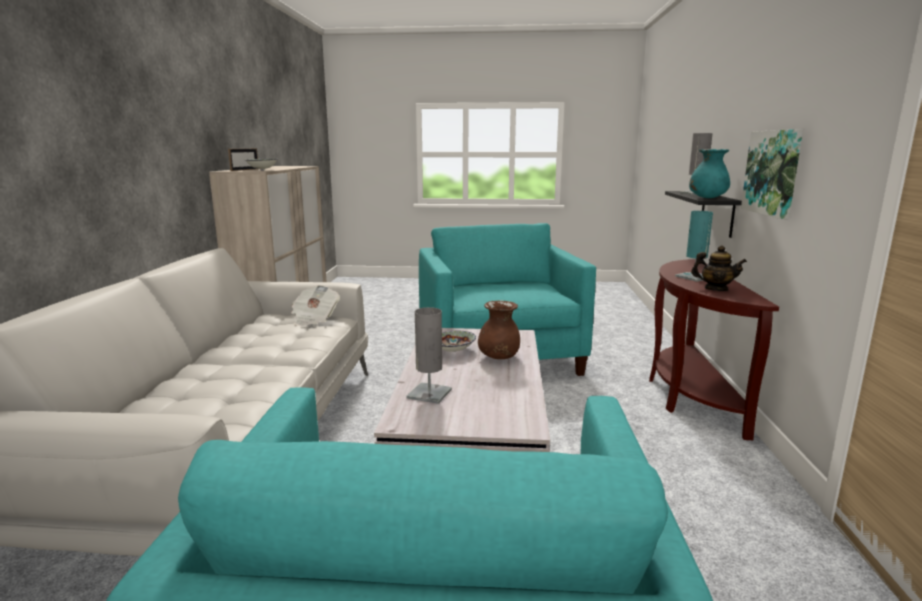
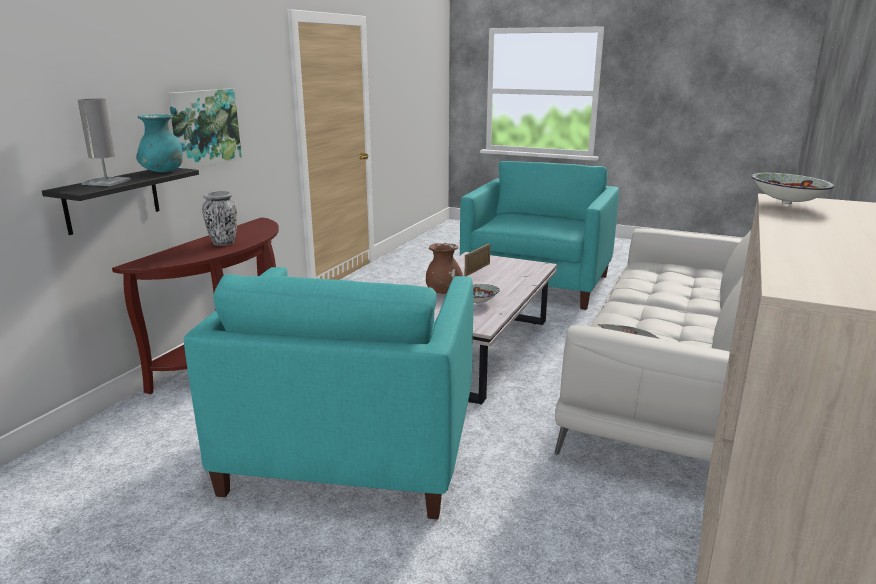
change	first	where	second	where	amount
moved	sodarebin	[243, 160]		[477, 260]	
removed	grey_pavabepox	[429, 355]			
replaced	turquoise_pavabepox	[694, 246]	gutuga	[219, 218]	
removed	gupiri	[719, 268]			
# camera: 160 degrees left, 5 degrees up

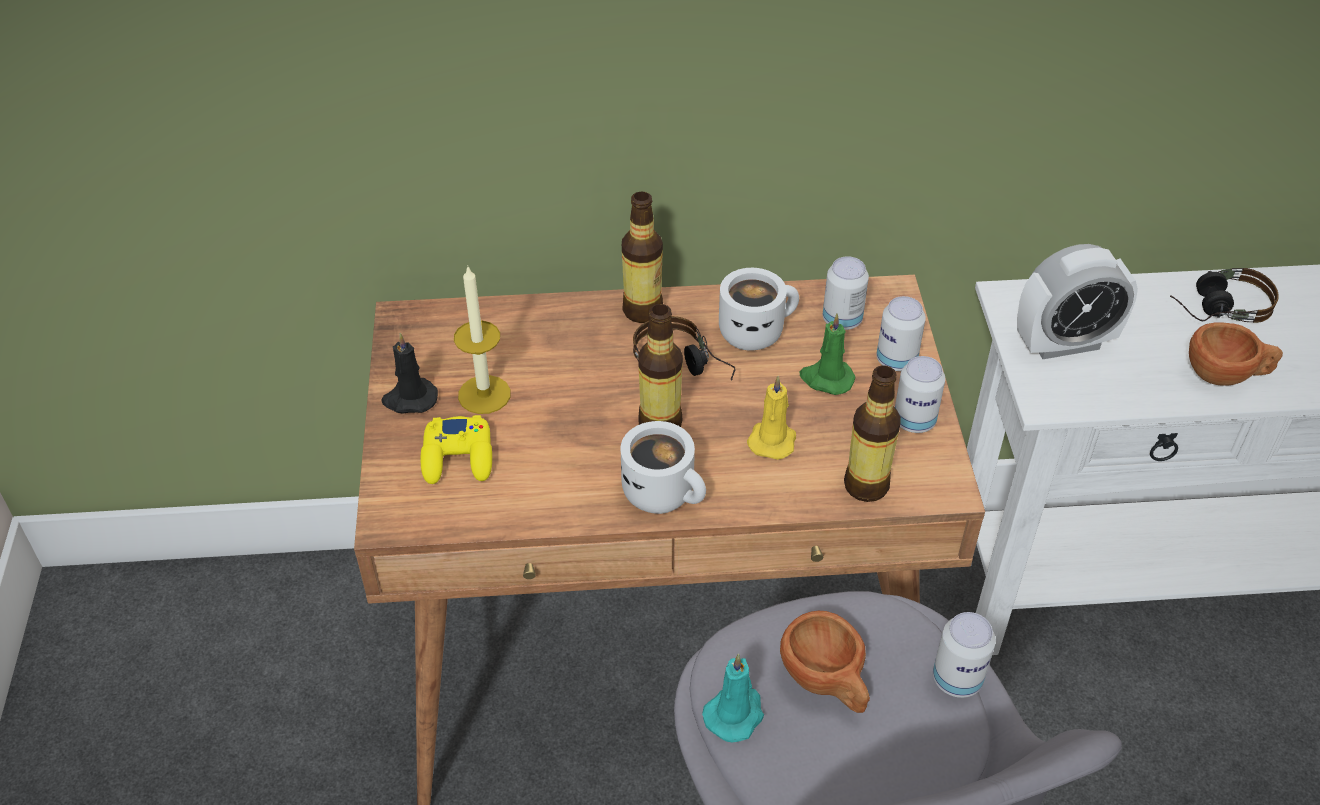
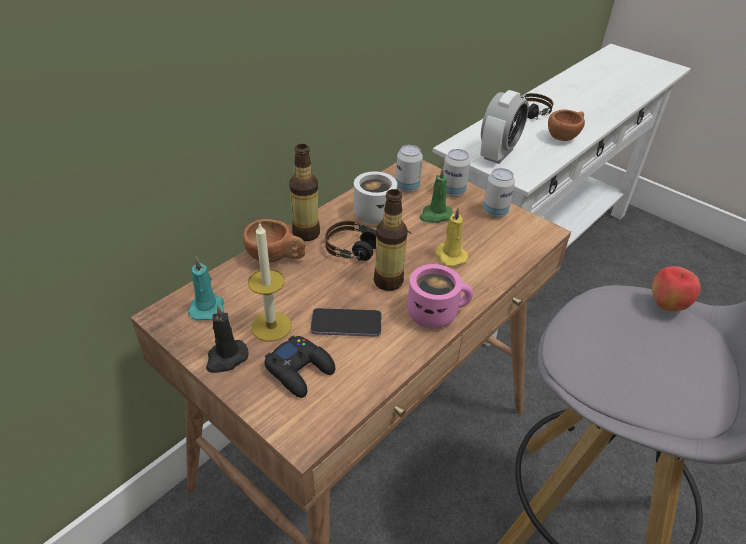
change	first	where	second	where	amount
recoloured	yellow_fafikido	[456, 449]	black_fafikido	[299, 367]	
recoloured	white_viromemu	[663, 467]	pink_viromemu	[440, 296]	
moved	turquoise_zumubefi	[733, 698]		[206, 289]	
moved	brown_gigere	[825, 662]		[274, 241]	
removed	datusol	[872, 433]			
replaced	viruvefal	[964, 655]	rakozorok	[676, 289]	
added			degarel	[346, 322]	
# camera: 45 degrees left, 5 degrees down

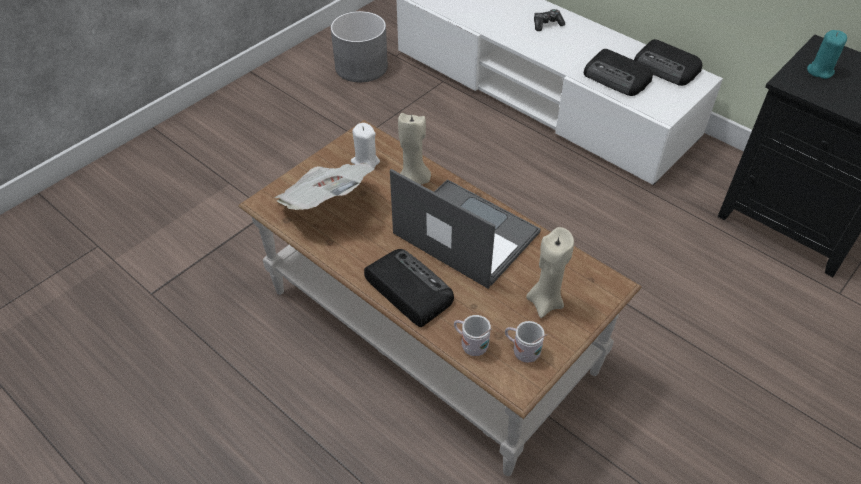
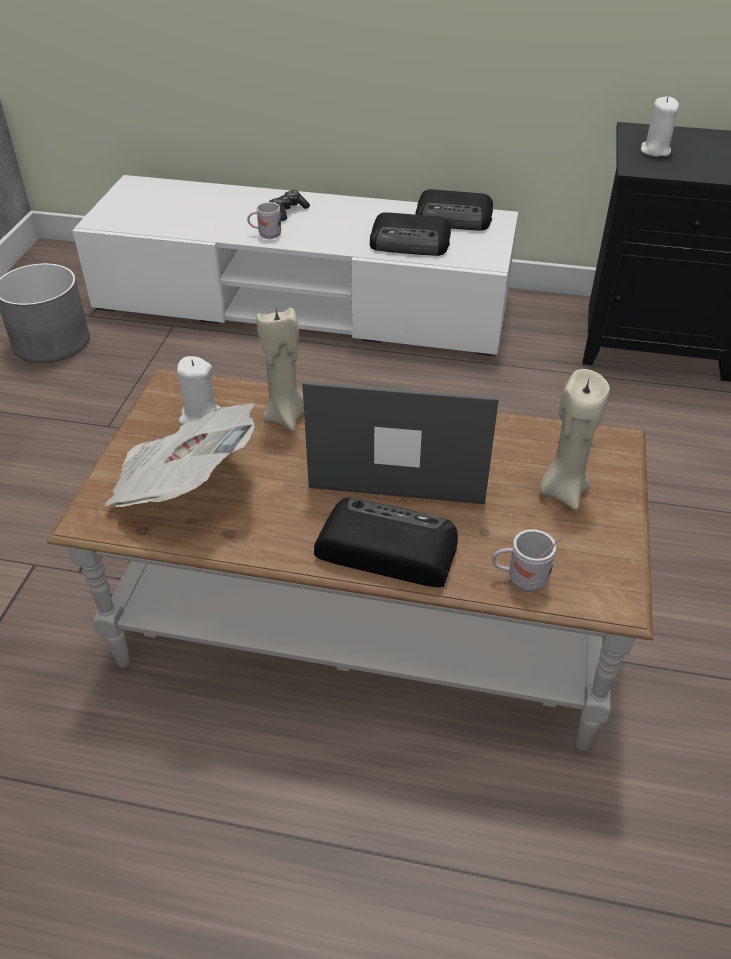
change	first	where	second	where	amount
moved	white_viromemu	[526, 342]		[264, 219]	
recoloured	turquoise_zumubefi	[827, 54]	white_zumubefi	[660, 127]	
# camera: 30 degrees left, 5 degrees down

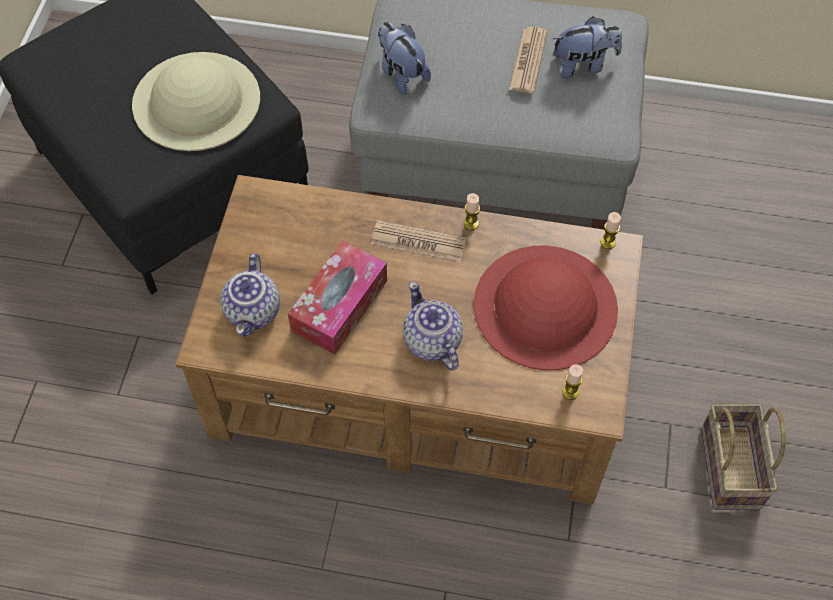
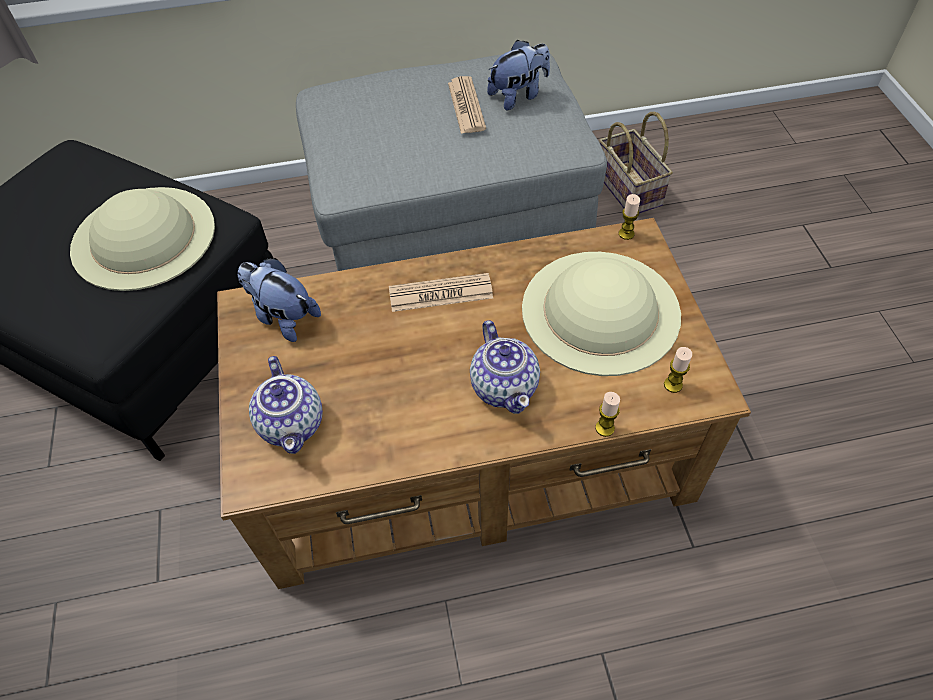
change	first	where	second	where	amount
removed	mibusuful	[337, 297]			
moved	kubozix	[404, 58]		[279, 300]	
turned	gupiri	[433, 326]		[505, 367]	150 degrees counterclockwise
moved	zumubefi	[472, 211]		[607, 414]	
recoloured	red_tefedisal	[546, 308]	beige_tefedisal	[601, 314]	
moved	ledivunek	[743, 456]		[636, 162]	
# camera: 20 degrees left, 5 degrees down

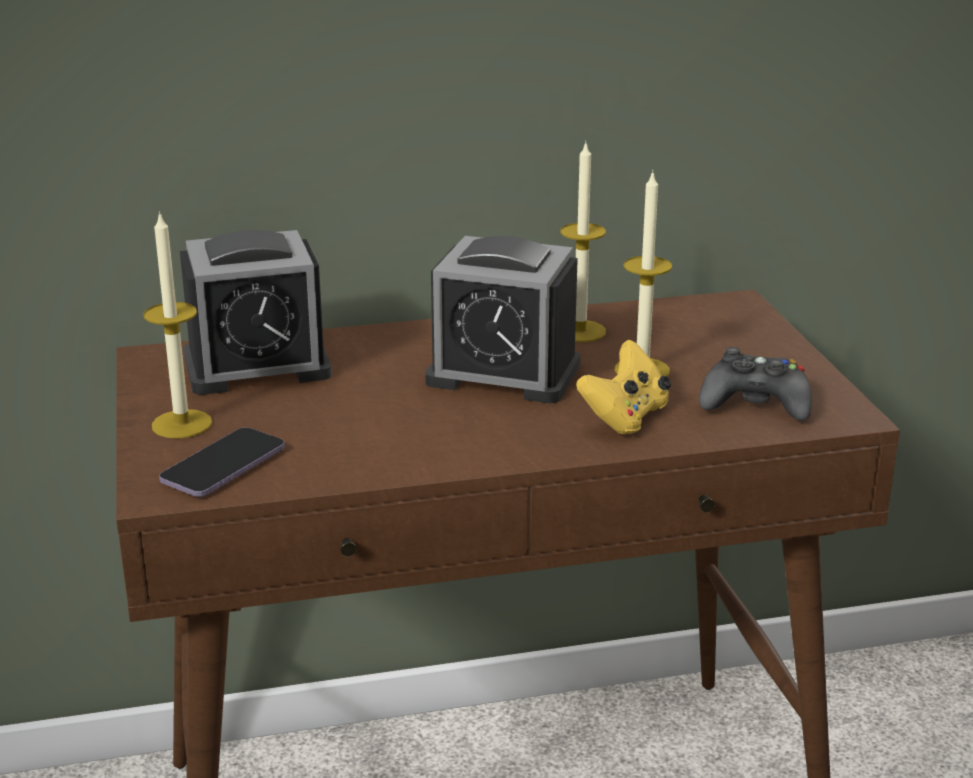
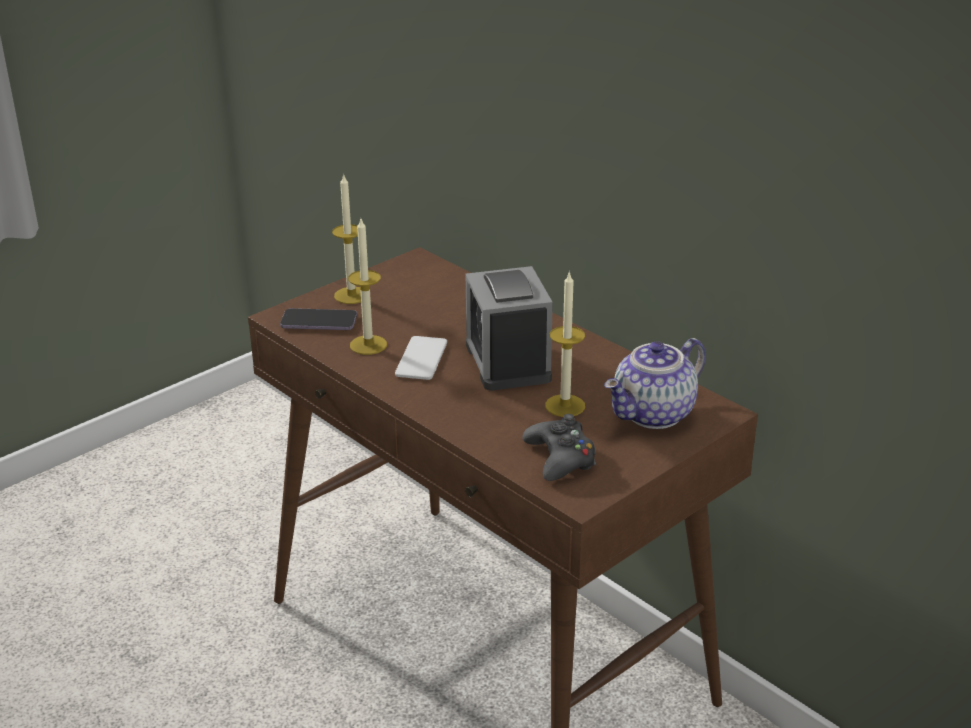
change	first	where	second	where	amount
removed	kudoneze	[256, 312]			
moved	zumubefi	[583, 242]		[367, 287]	
removed	yellow_fafikido	[623, 387]			
added			degarel	[421, 358]	
added			gupiri	[655, 383]	
# camera: 60 degrees right, 5 degrees up

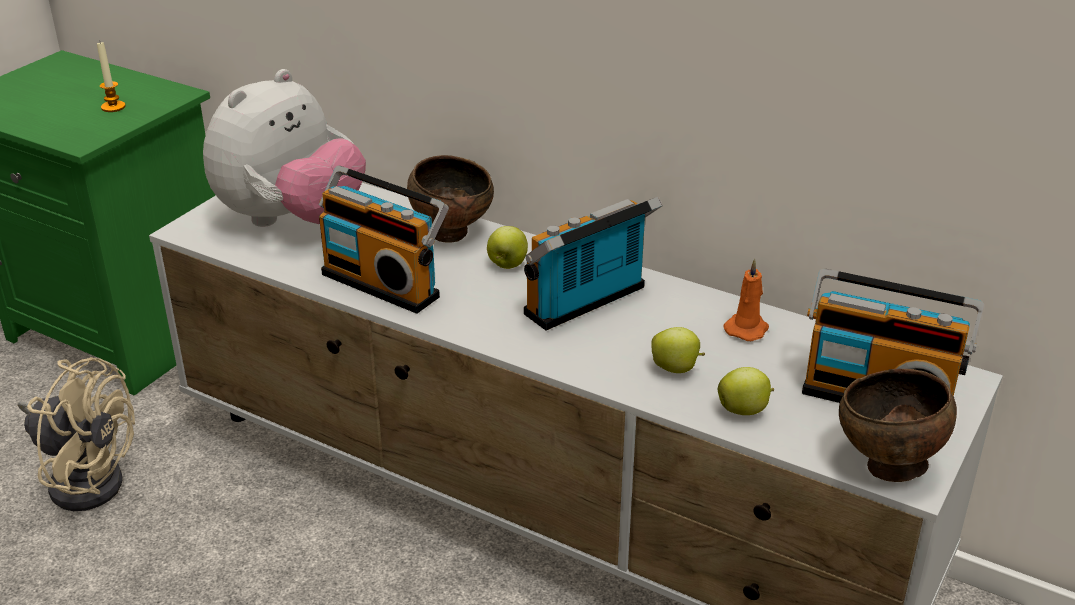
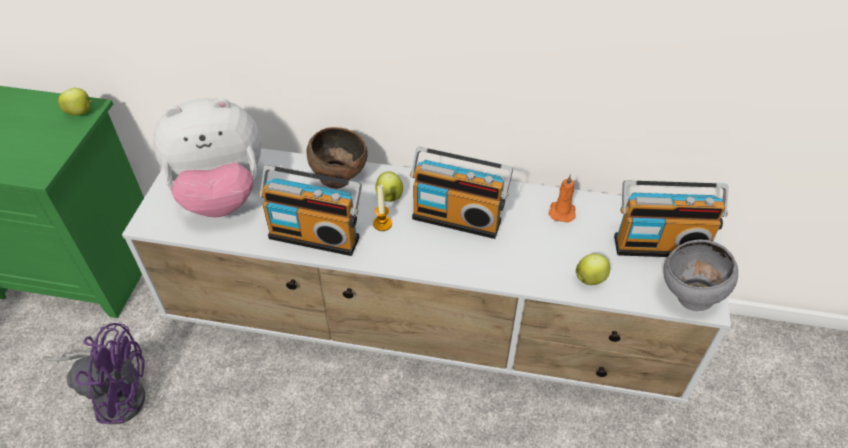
change	first	where	second	where	amount
recoloured	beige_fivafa	[76, 434]	purple_fivafa	[94, 373]	
moved	zumubefi	[111, 77]		[382, 207]	
turned	kubozix	[284, 148]		[207, 157]	60 degrees clockwise
turned	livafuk	[593, 264]		[461, 193]	105 degrees counterclockwise
moved	rakozorok	[678, 350]		[75, 101]	
recoloured	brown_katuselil	[898, 425]	grey_katuselil	[700, 275]	
# camera: 20 degrees left, 15 degrees up

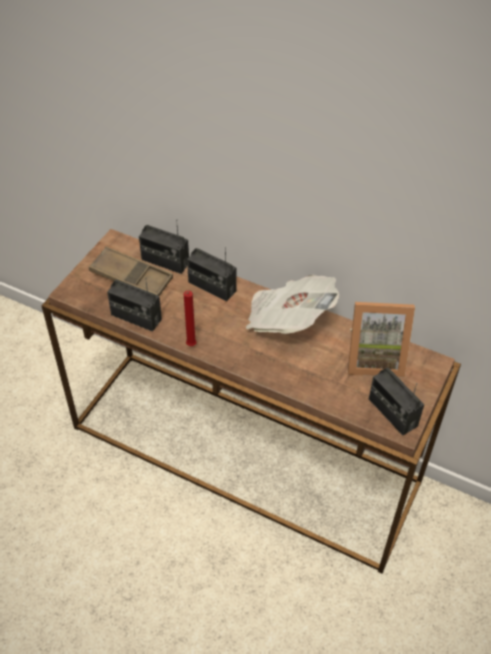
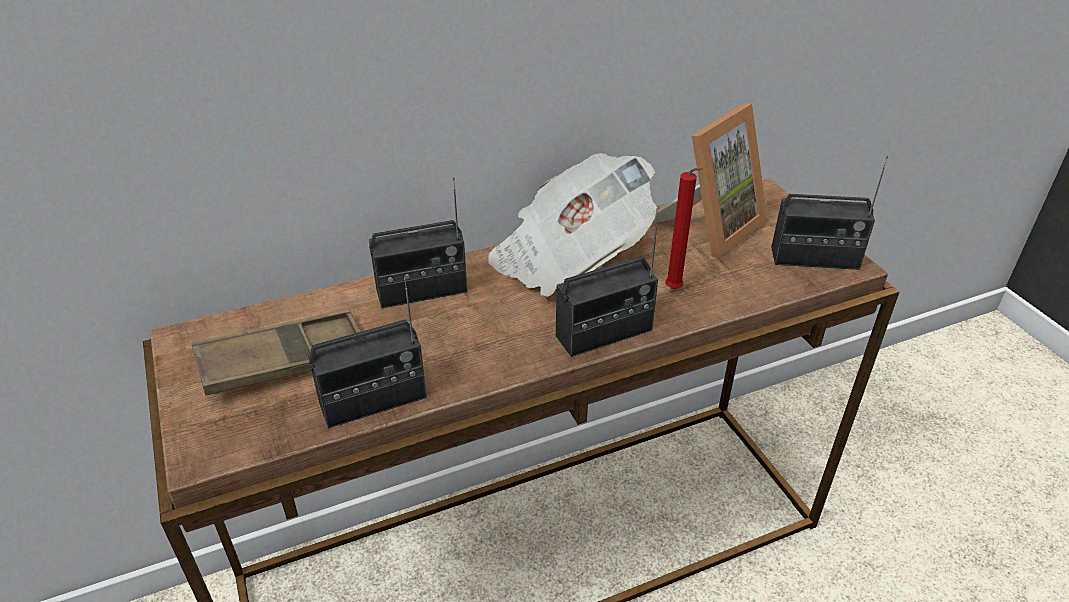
change	first	where	second	where	amount
moved	livafuk	[164, 246]		[607, 285]	
moved	red_zumubefi	[190, 318]		[684, 228]	
# camera: 50 degrees left, 10 degrees down

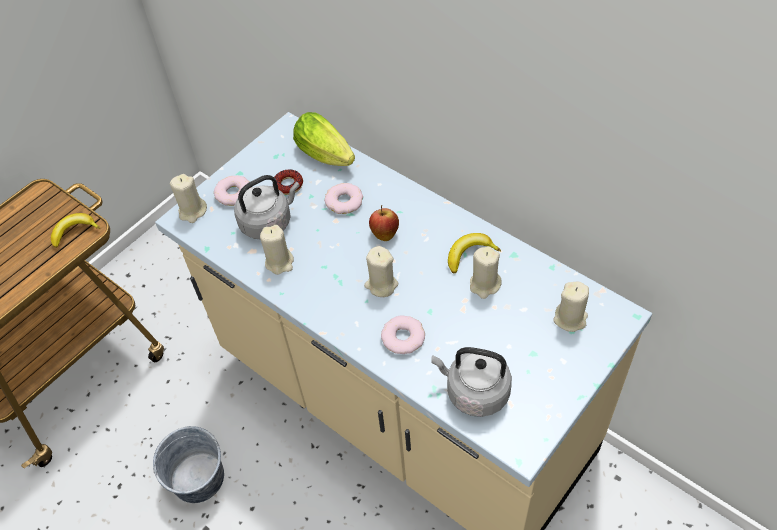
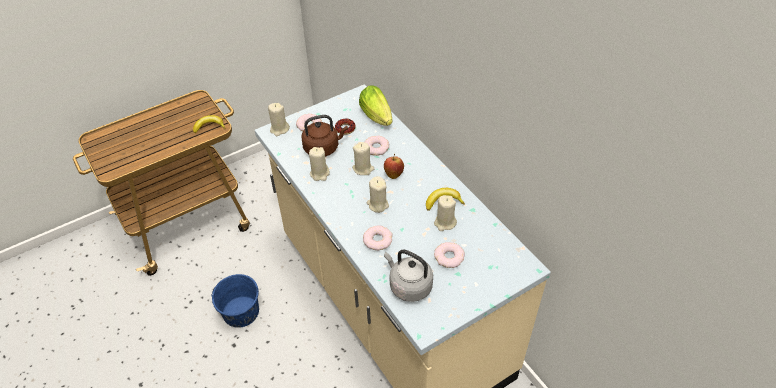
change	first	where	second	where	amount
recoloured	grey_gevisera	[188, 464]	blue_gevisera	[235, 301]	
recoloured	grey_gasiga	[267, 207]	brown_gasiga	[324, 136]	
moved	beige_zumubefi	[571, 307]		[363, 158]	
added			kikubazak	[449, 255]	
# camera: 15 degrees right, 5 degrees down

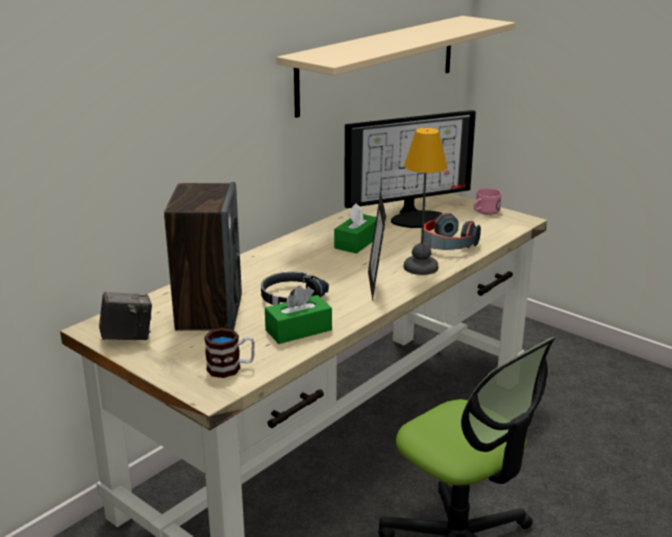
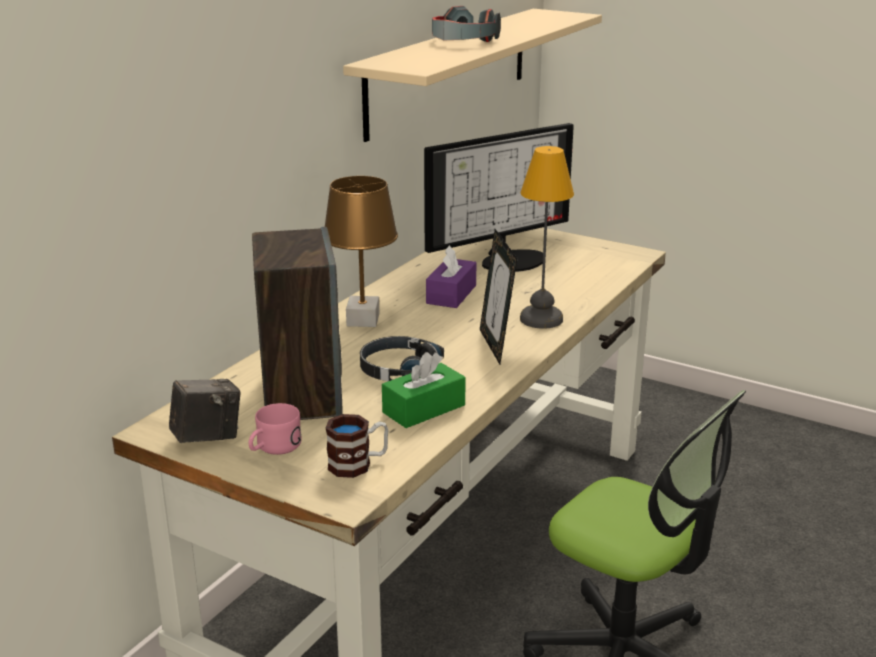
change	first	where	second	where	amount
recoloured	green_mibusuful	[355, 228]	purple_mibusuful	[451, 276]	
moved	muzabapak	[452, 231]		[466, 24]	
moved	pink_viromemu	[487, 201]		[275, 429]	
added			brown_pavabepox	[361, 251]	
# camera: 10 degrees left, 0 degrees up

